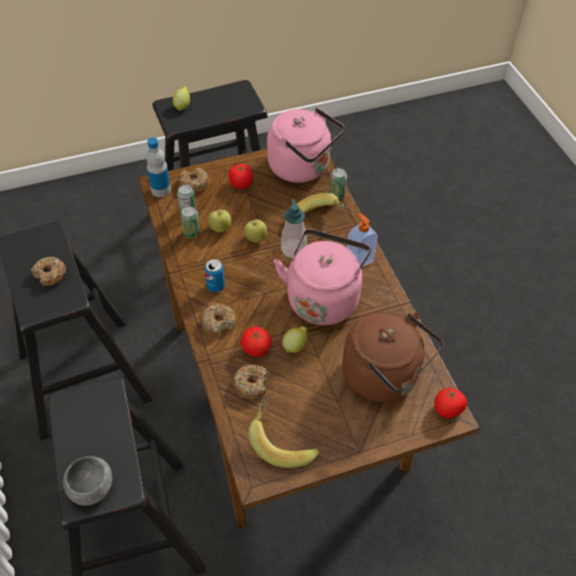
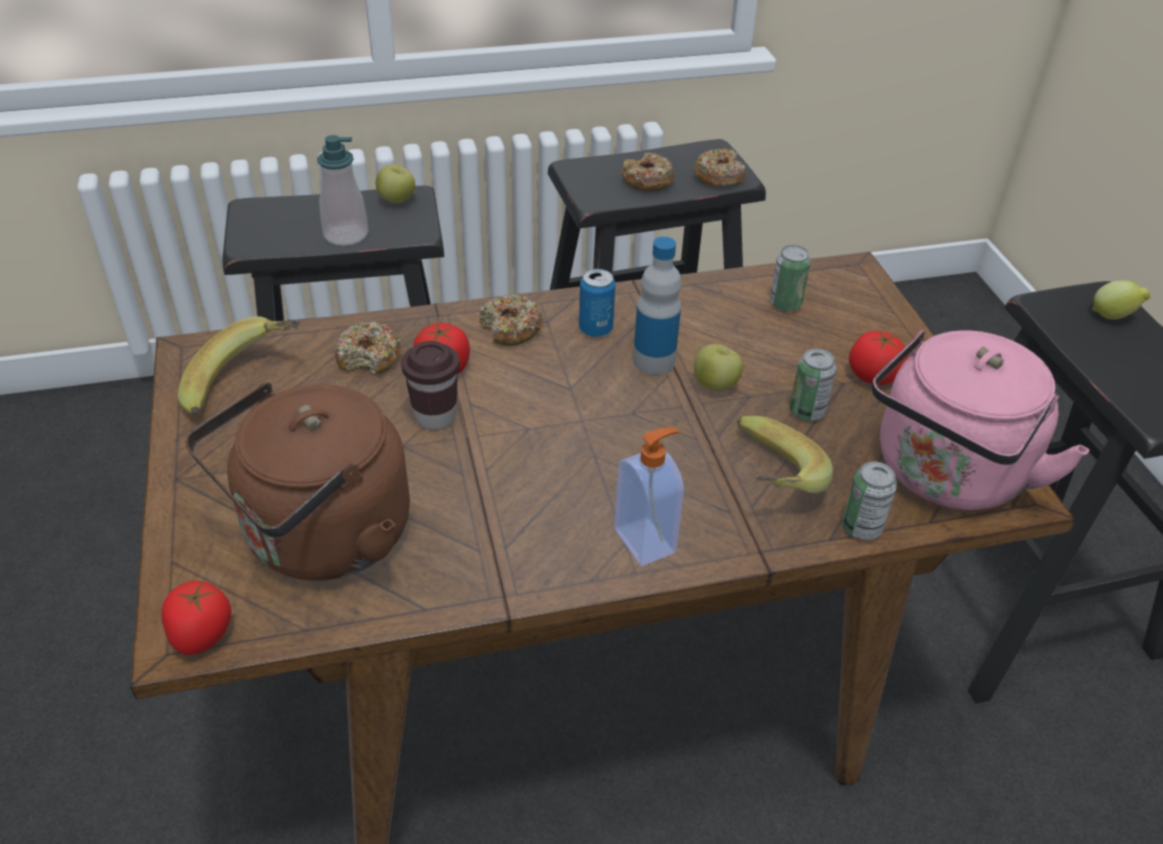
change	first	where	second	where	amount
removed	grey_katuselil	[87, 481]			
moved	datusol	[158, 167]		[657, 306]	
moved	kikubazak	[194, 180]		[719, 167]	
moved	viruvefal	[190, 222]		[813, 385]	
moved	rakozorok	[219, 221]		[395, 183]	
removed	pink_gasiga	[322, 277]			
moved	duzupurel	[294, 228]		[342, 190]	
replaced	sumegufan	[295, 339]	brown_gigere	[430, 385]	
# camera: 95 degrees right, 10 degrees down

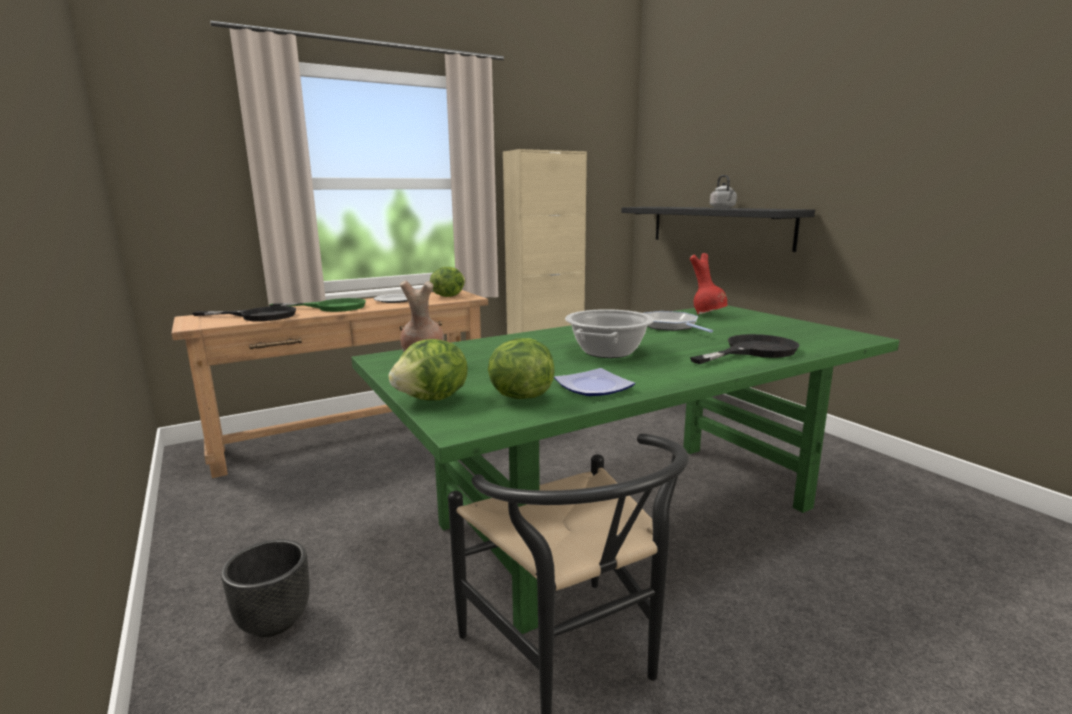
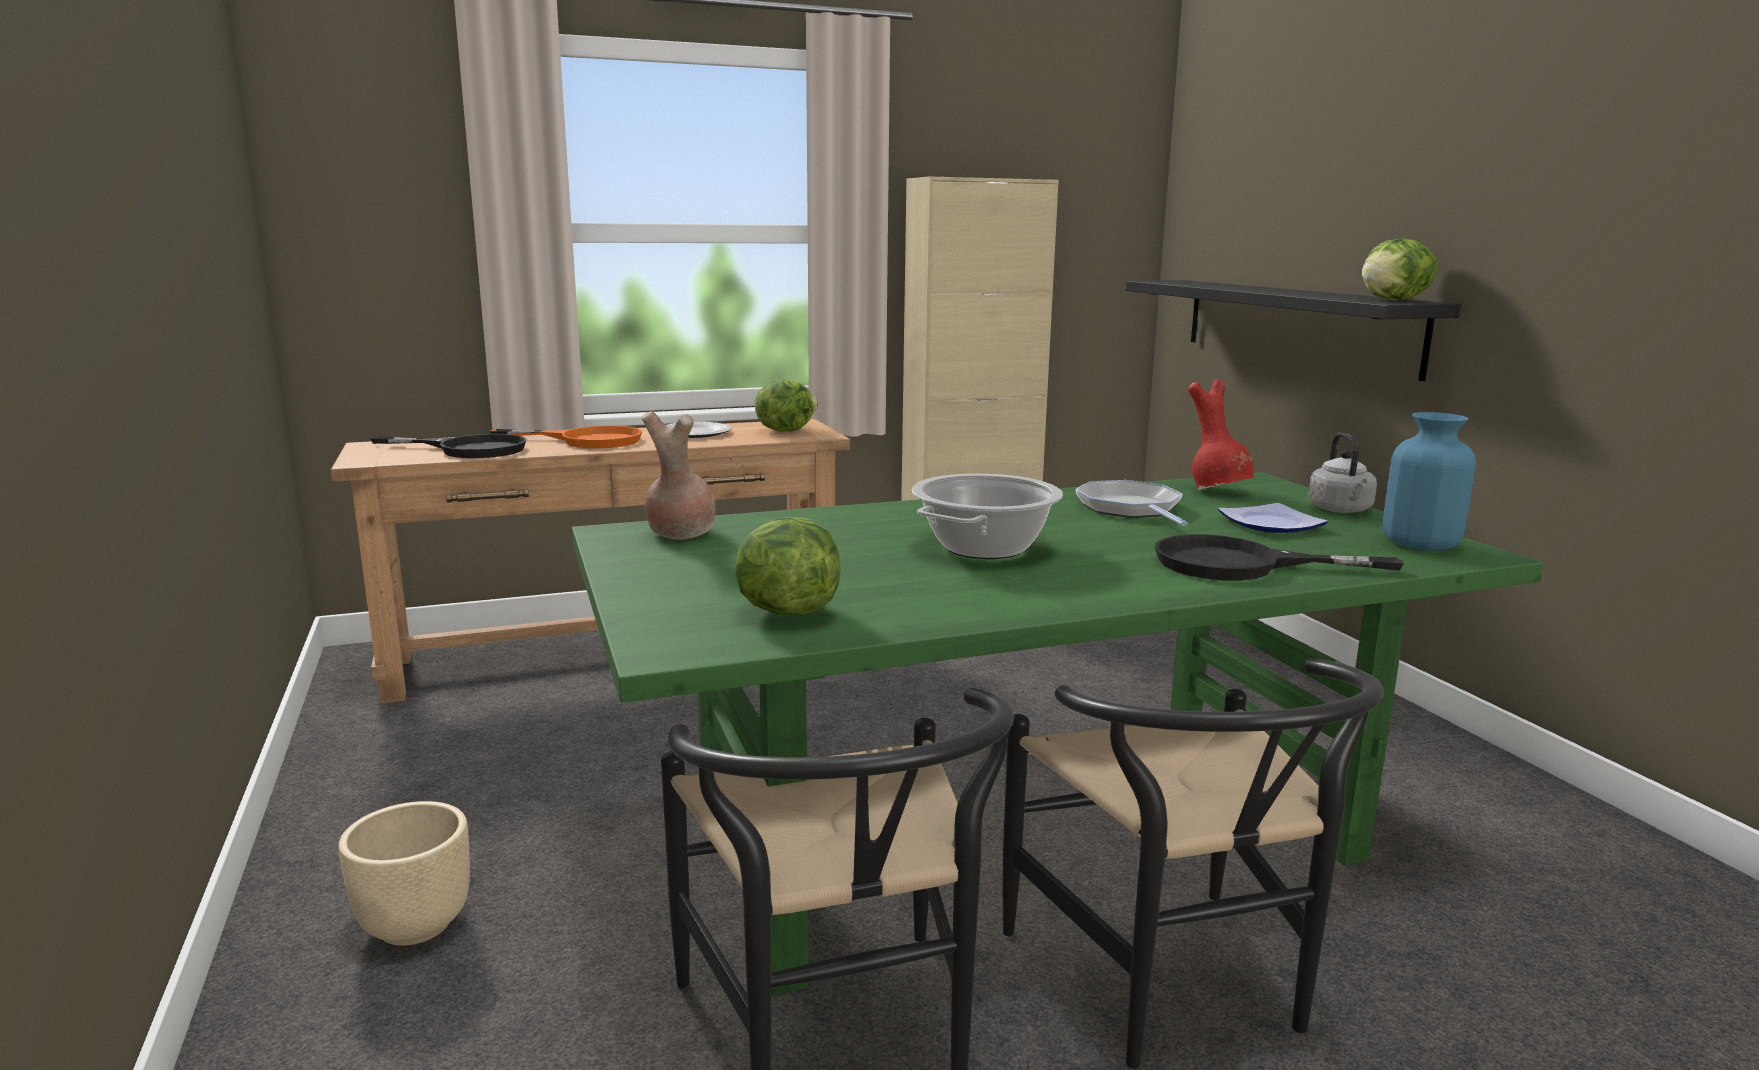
change	first	where	second	where	amount
recoloured	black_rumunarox	[265, 588]	beige_rumunarox	[404, 873]	
recoloured	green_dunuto	[317, 305]	orange_dunuto	[566, 437]	
moved	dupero	[428, 370]		[1399, 269]	
moved	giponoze	[594, 382]		[1273, 518]	
turned	black_dunuto	[744, 349]		[1279, 557]	150 degrees counterclockwise
moved	grey_gasiga	[723, 191]		[1342, 472]	
added			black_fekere	[1193, 863]	
added			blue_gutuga	[1429, 481]	
# camera: 10 degrees right, 0 degrees up

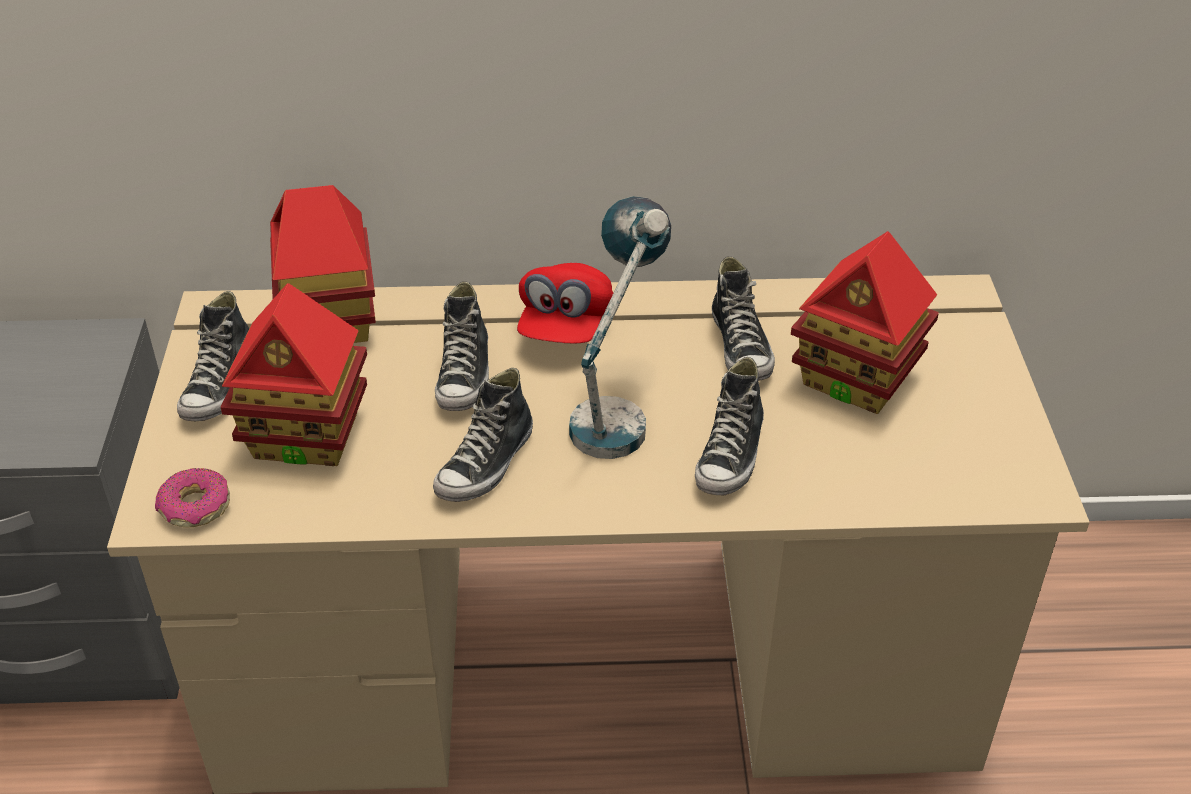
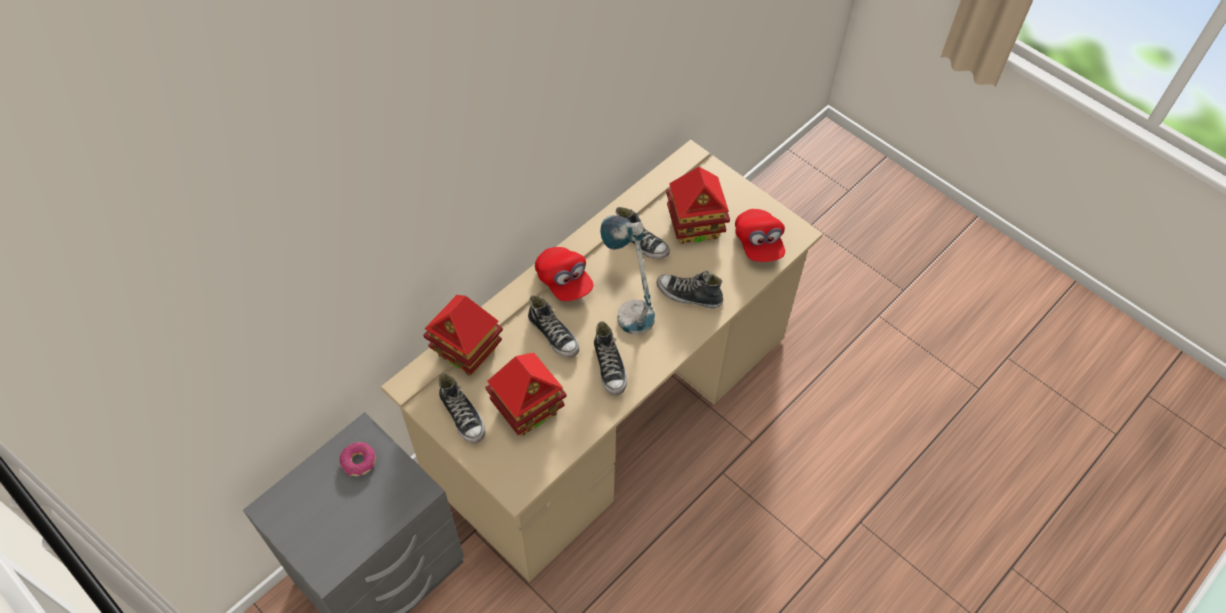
change	first	where	second	where	amount
moved	kikubazak	[192, 497]		[358, 459]	
turned	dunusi	[729, 426]		[690, 290]	135 degrees clockwise
added			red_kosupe	[760, 235]	
# camera: 45 degrees left, 15 degrees up

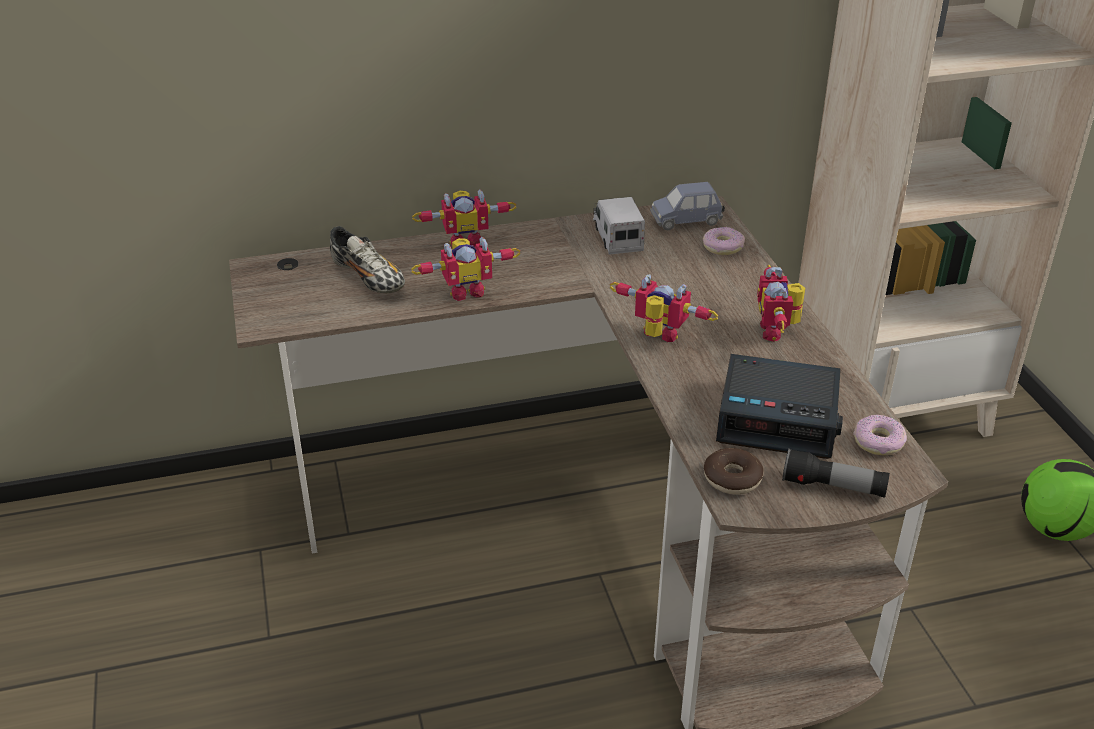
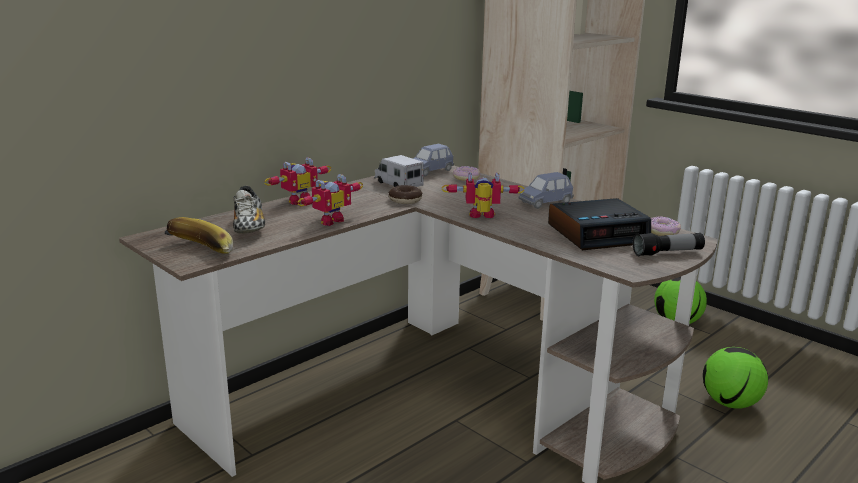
change	first	where	second	where	amount
turned	dunusi	[367, 259]		[249, 210]	60 degrees clockwise
moved	kikubazak	[733, 471]		[405, 194]	
replaced	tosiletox	[781, 303]	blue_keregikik	[546, 190]	
added			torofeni	[200, 235]	
added			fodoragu	[735, 378]	
# camera: 30 degrees left, 15 degrees down

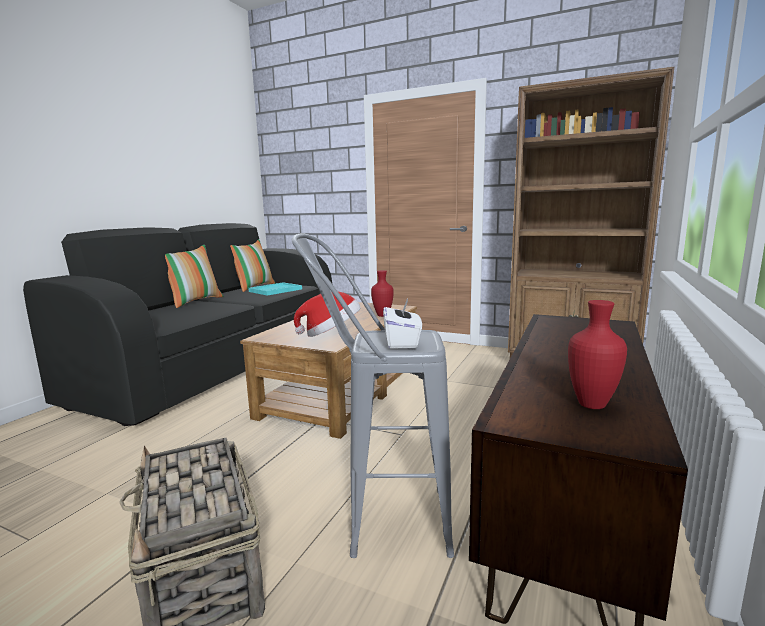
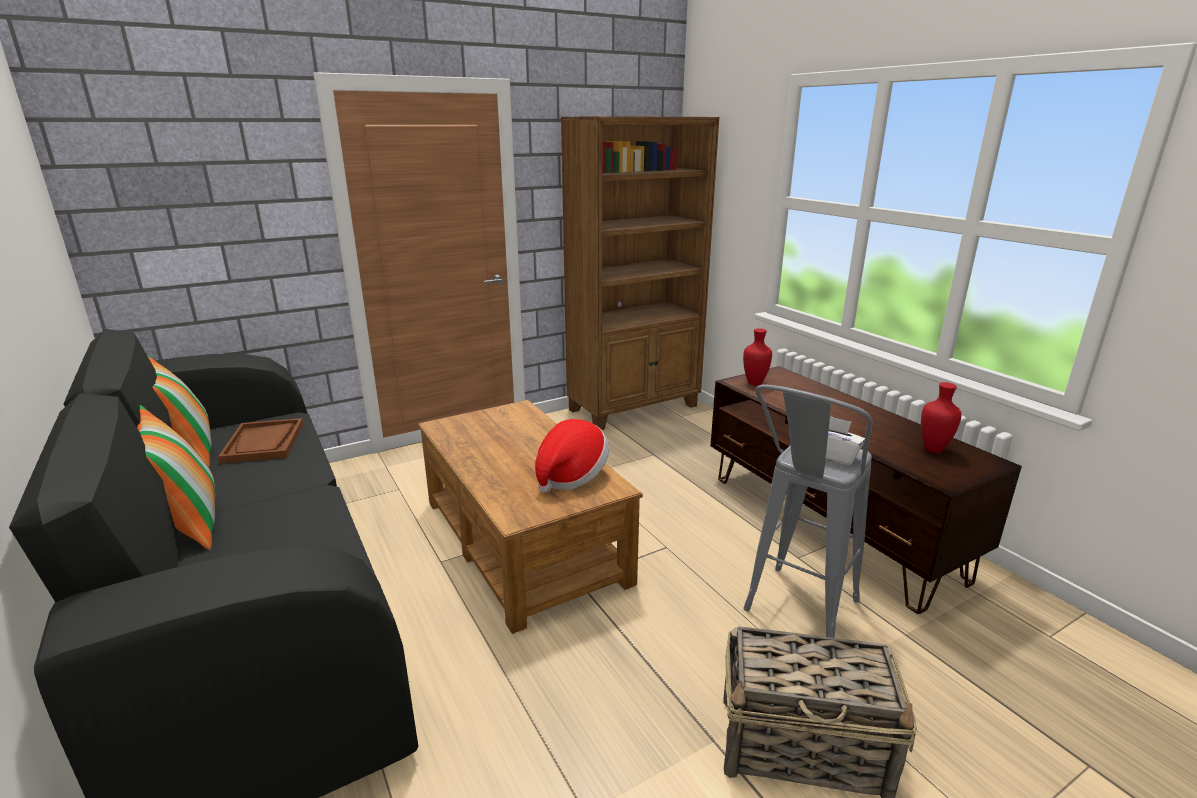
change	first	where	second	where	amount
recoloured	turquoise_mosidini	[275, 289]	brown_mosidini	[260, 441]	
moved	red_gutuga	[382, 293]		[757, 357]	
# camera: 55 degrees left, 10 degrees up

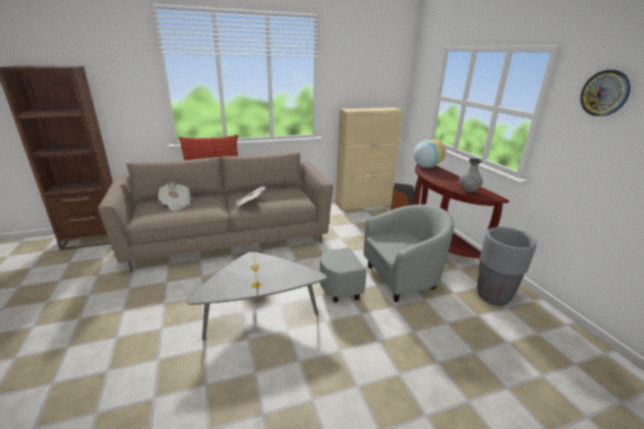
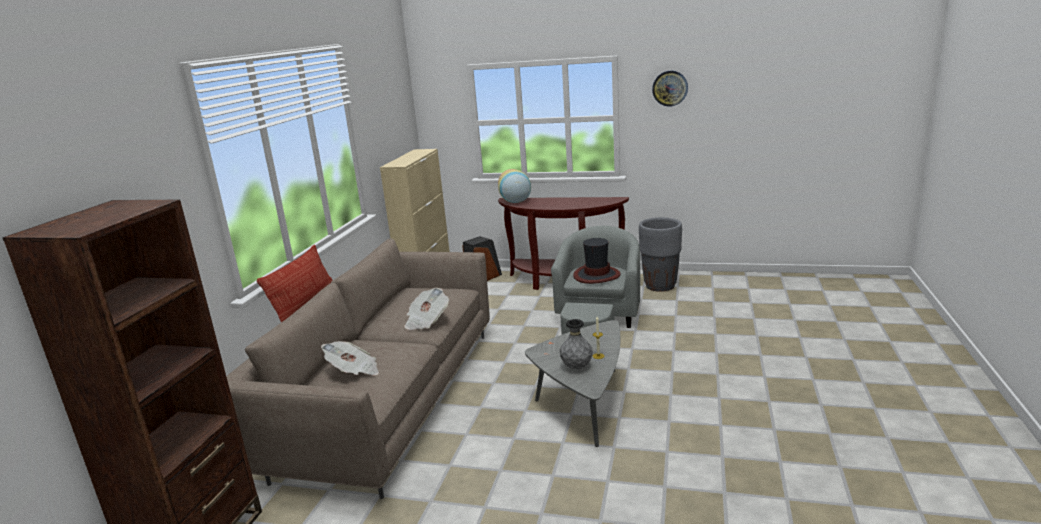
change	first	where	second	where	amount
moved	grey_gutuga	[471, 175]		[576, 344]	
added			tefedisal	[597, 261]	
# camera: 55 degrees left, 5 degrees down

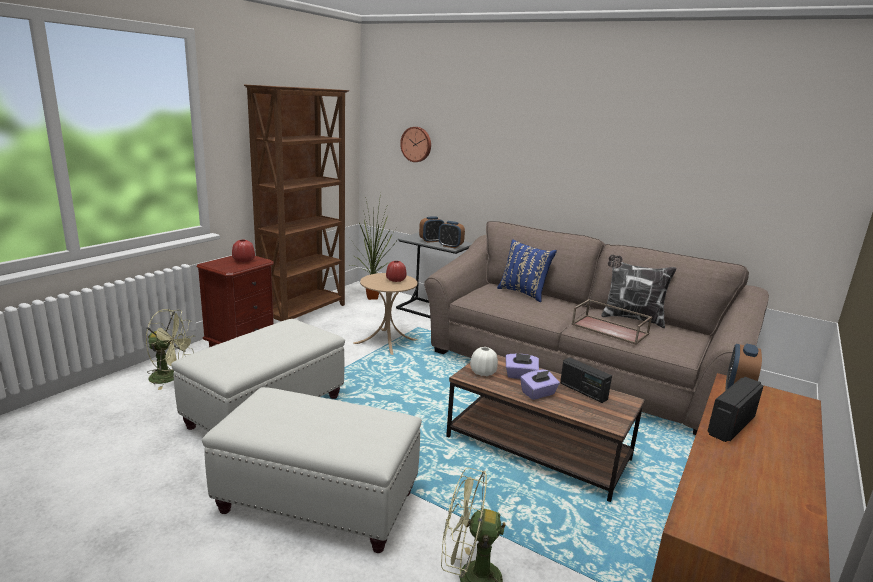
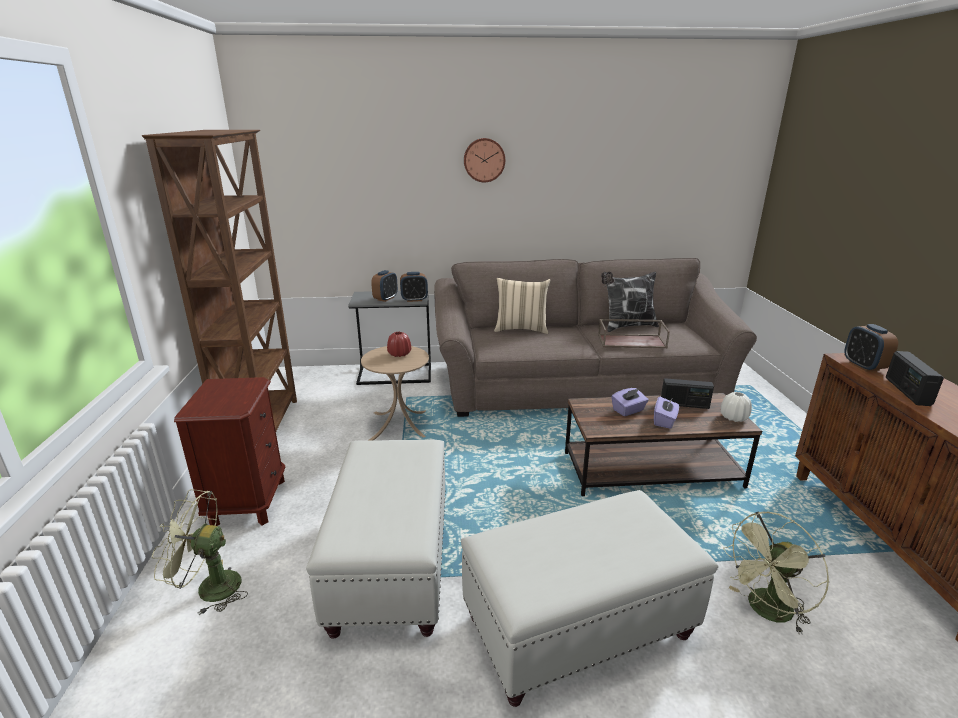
change	first	where	second	where	amount
turned	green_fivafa	[170, 349]		[200, 552]	150 degrees counterclockwise
removed	red_gutuga	[243, 251]			
removed	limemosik	[374, 246]			
moved	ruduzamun	[415, 144]		[484, 160]	
moved	white_gutuga	[484, 361]		[736, 407]	
recoloured	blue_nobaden	[527, 270]	beige_nobaden	[522, 306]	
# camera: 35 degrees left, 5 degrees up

